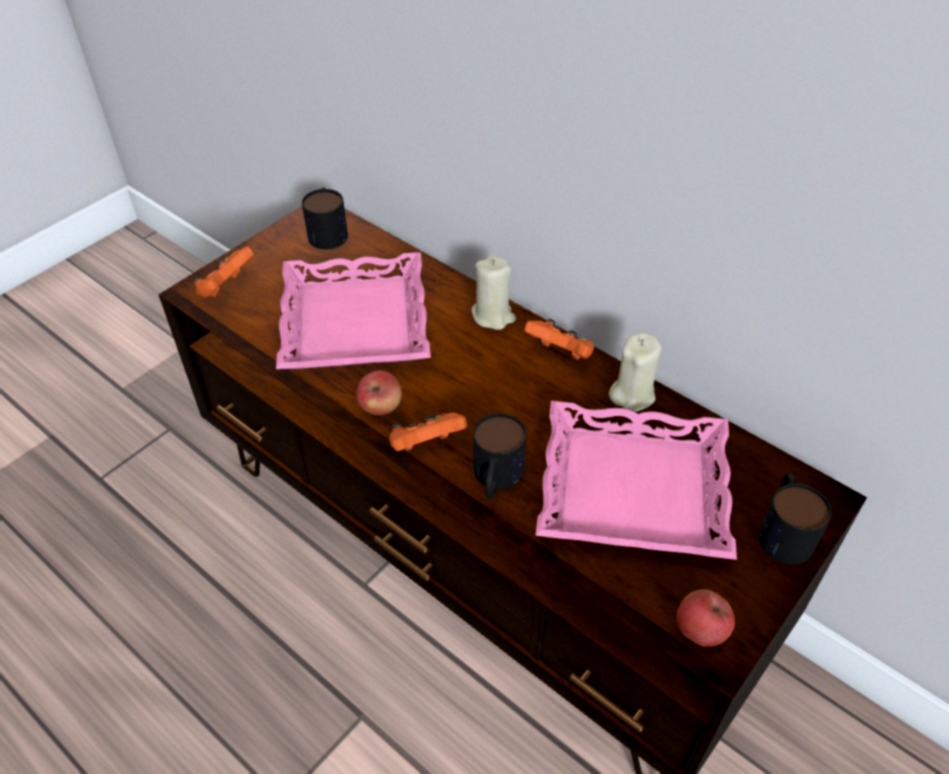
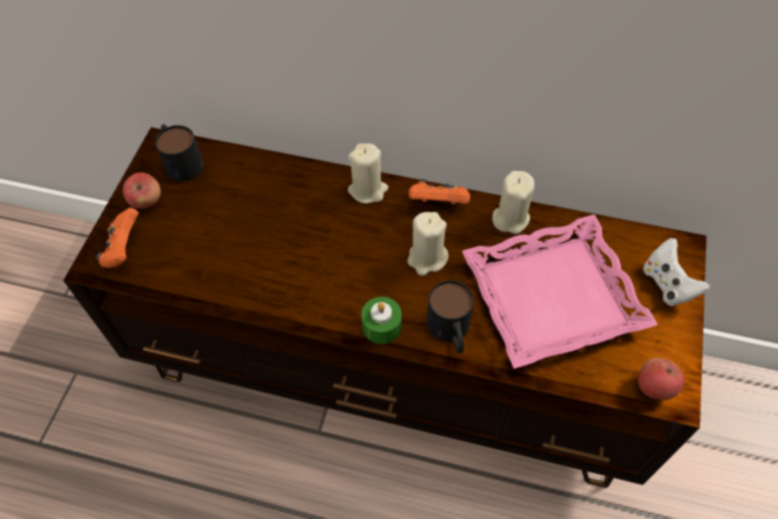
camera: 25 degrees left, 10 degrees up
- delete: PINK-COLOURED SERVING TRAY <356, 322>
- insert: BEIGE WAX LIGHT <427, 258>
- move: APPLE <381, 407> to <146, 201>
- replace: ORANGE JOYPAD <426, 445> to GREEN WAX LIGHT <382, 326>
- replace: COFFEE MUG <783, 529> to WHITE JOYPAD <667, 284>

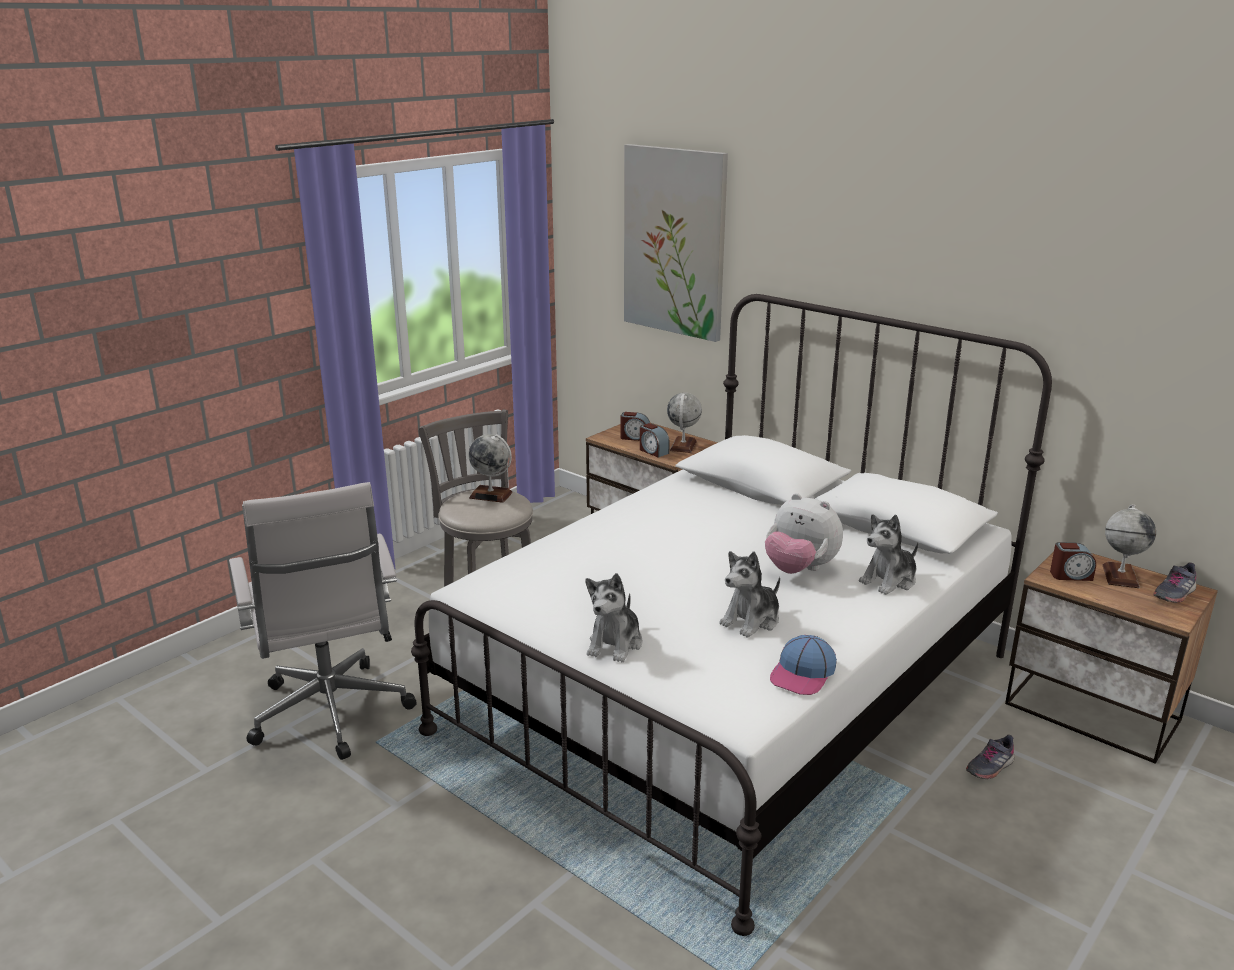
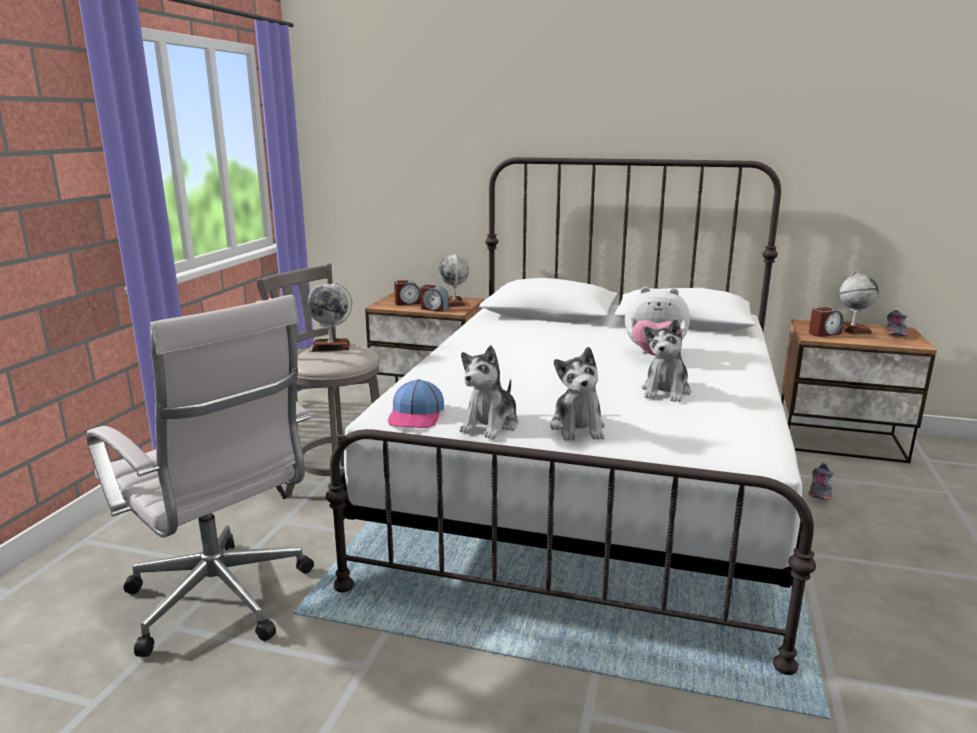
camera: 25 degrees left, 5 degrees down
- delete: PICTURE <674, 242>
- move: PEAKED CAP <803, 674> to <416, 415>
- move: PLUSH TOY <889, 581> to <491, 425>

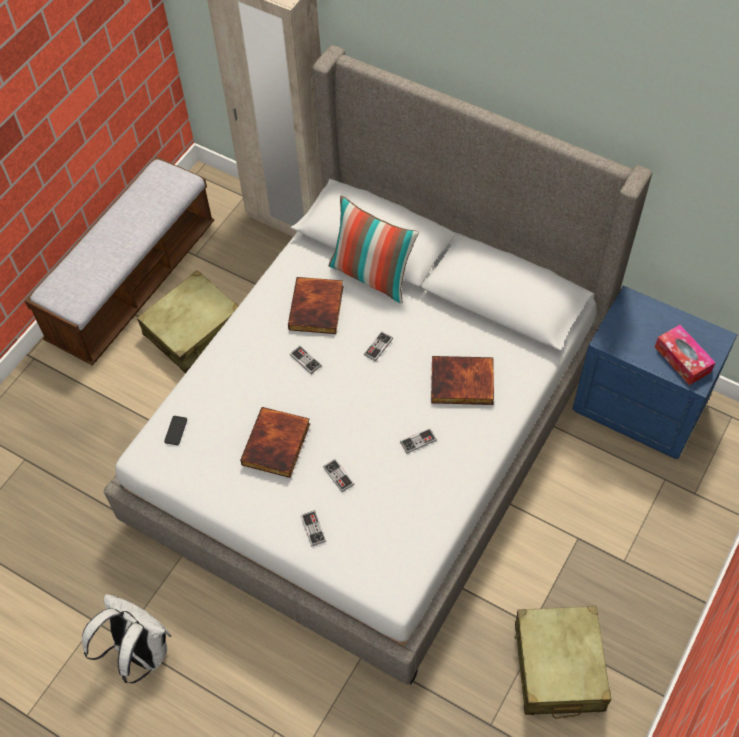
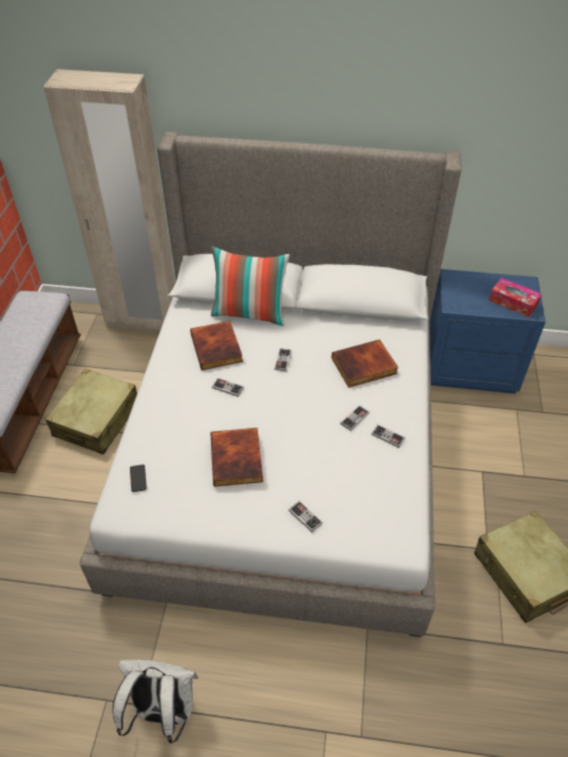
camera: 25 degrees left, 10 degrees down
- move: JOYPAD <338, 476> to <388, 436>

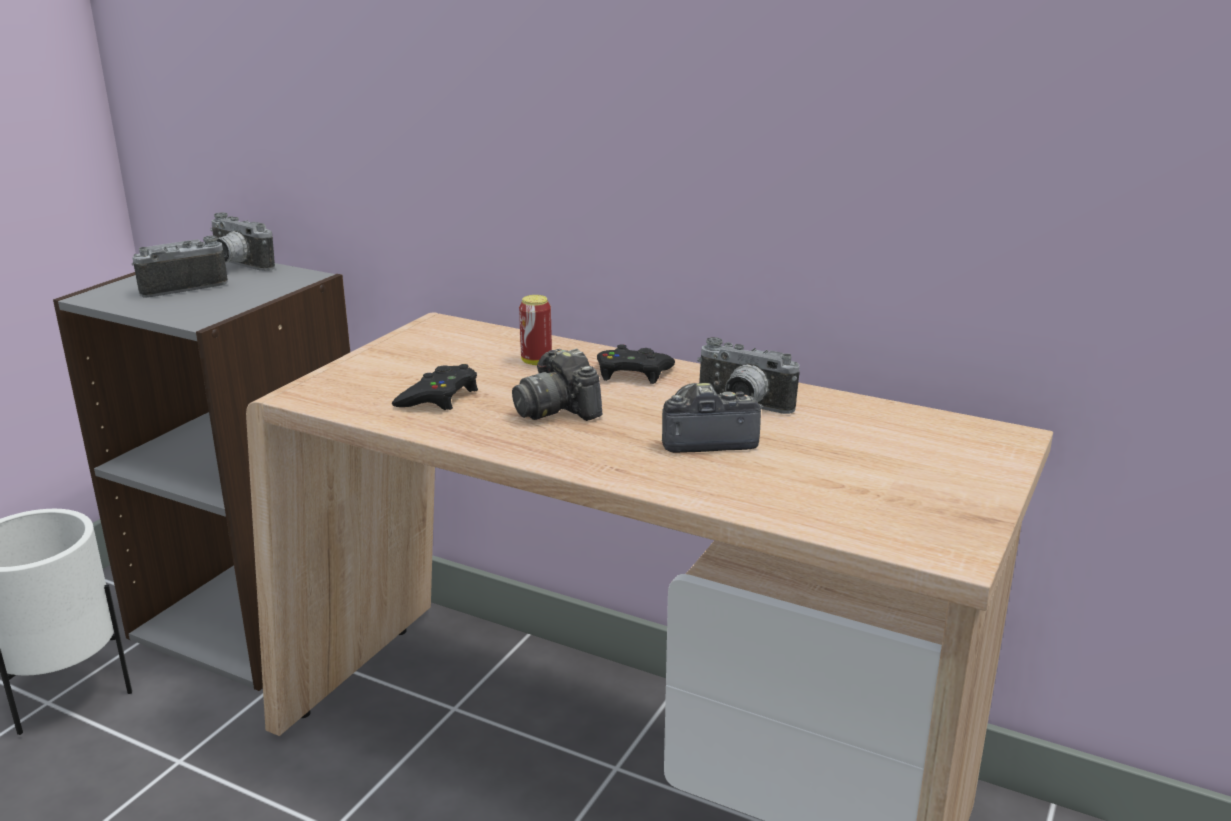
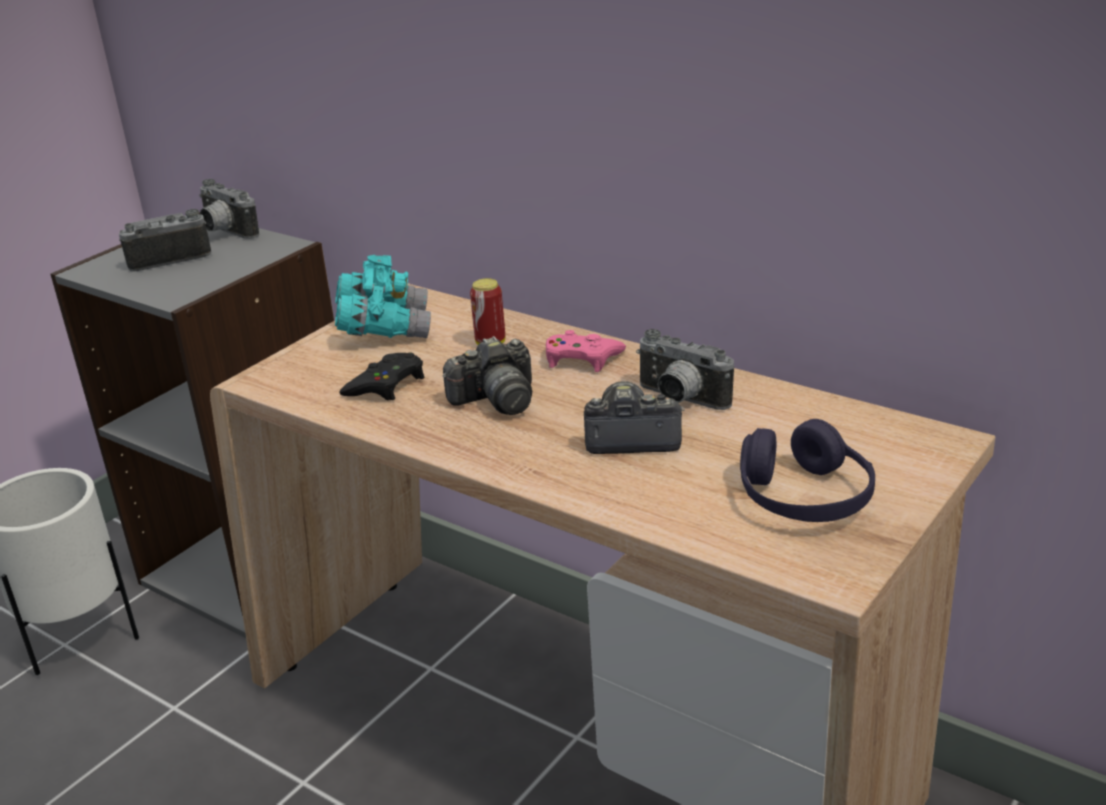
camera: 10 degrees right, 5 degrees up
- insert: TURQUOISE-COLOURED FIELD GLASSES <384, 329>
- insert: PURPLISH HEADSET <804, 497>
- recolor: BLACKISH JOYPAD <633, 373> to PINK-COLOURED JOYPAD <582, 359>
- rotate: STILL CAMERA <558, 409> = <496, 400> 90 degrees counterclockwise

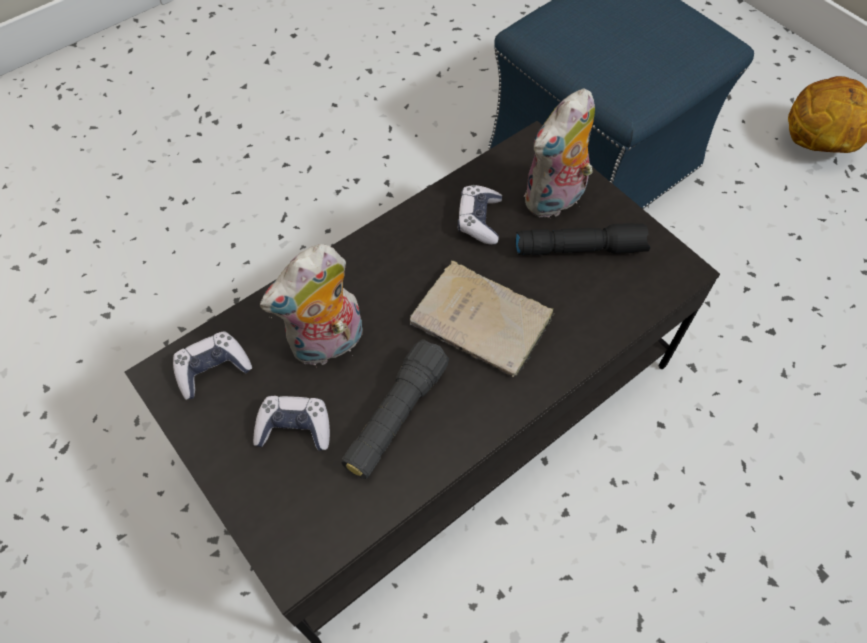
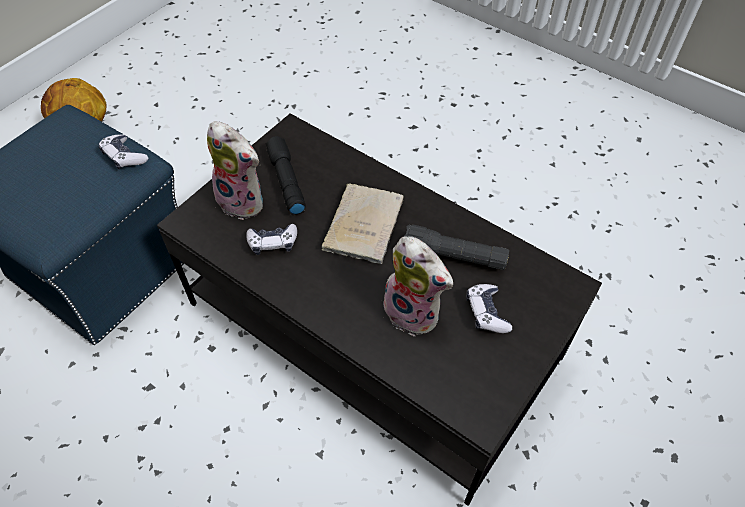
camera: 105 degrees left, 5 degrees down
- move: JOYPAD <213, 369> to <124, 157>

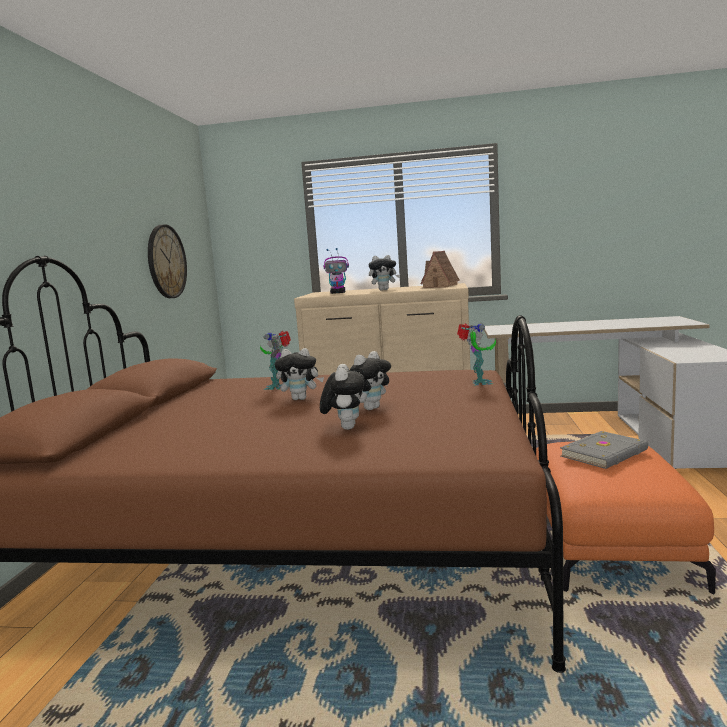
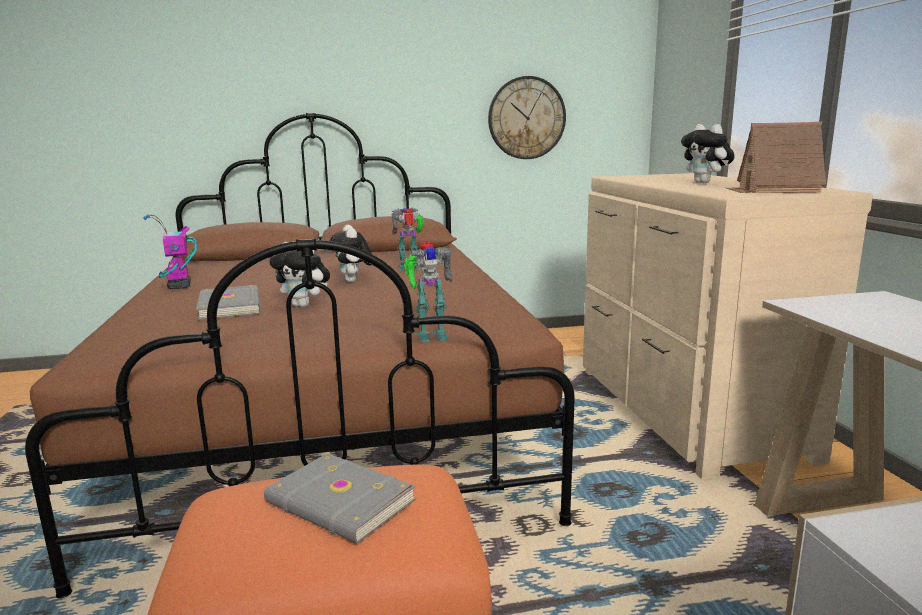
camera: 70 degrees right, 5 degrees up
- move: TOY ROBOT <338, 293> to <179, 286>
- replace: PLUSH TOY <345, 427> to GRAY VOLUME <232, 306>

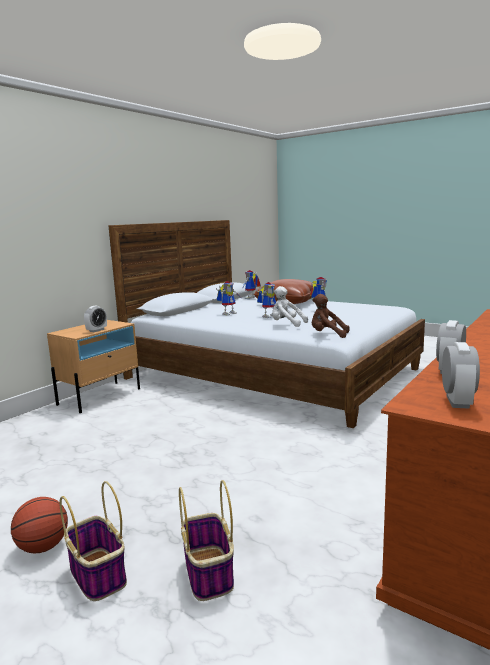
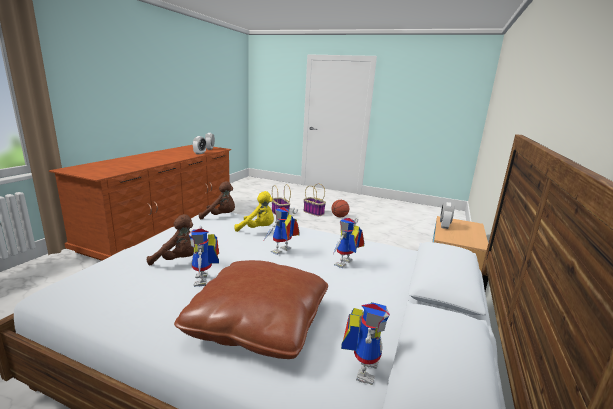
camera: 165 degrees right, 5 degrees up
- insert: BROWNISH PLUSH TOY <179, 260>
- recolor: WHITE PLUSH TOY <286, 324> to YELLOW PLUSH TOY <258, 229>

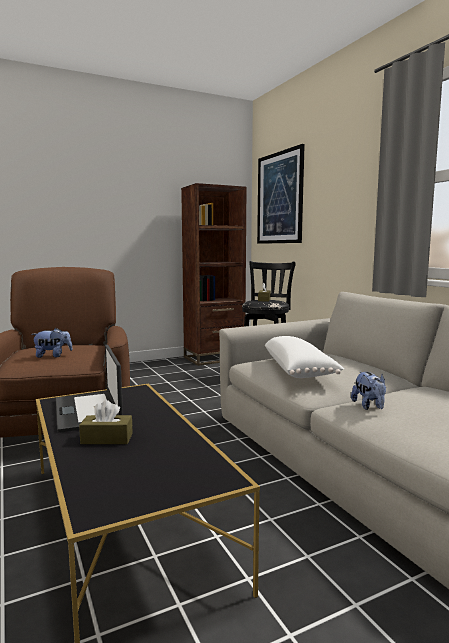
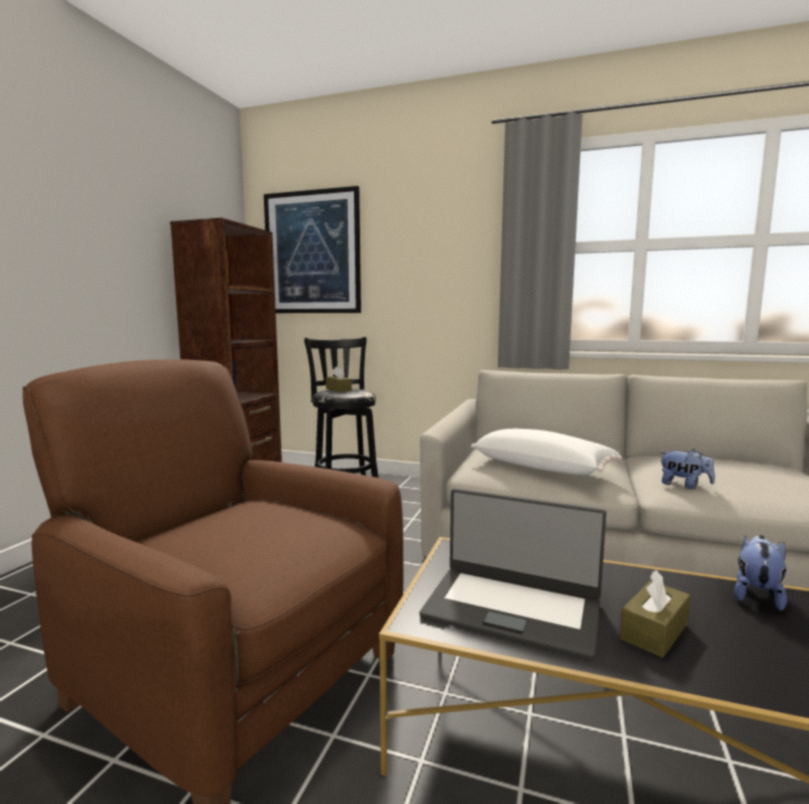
camera: 45 degrees left, 0 degrees up
- move: PLUSH TOY <53, 356> to <757, 595>

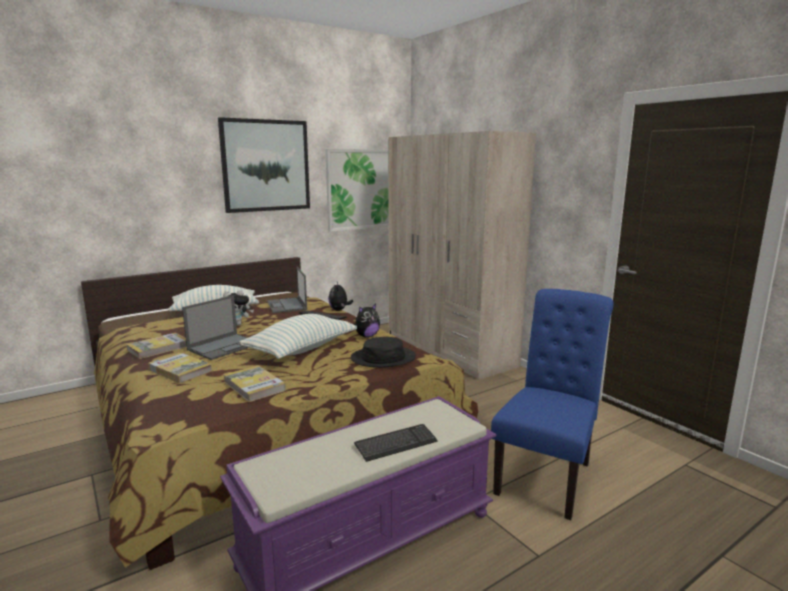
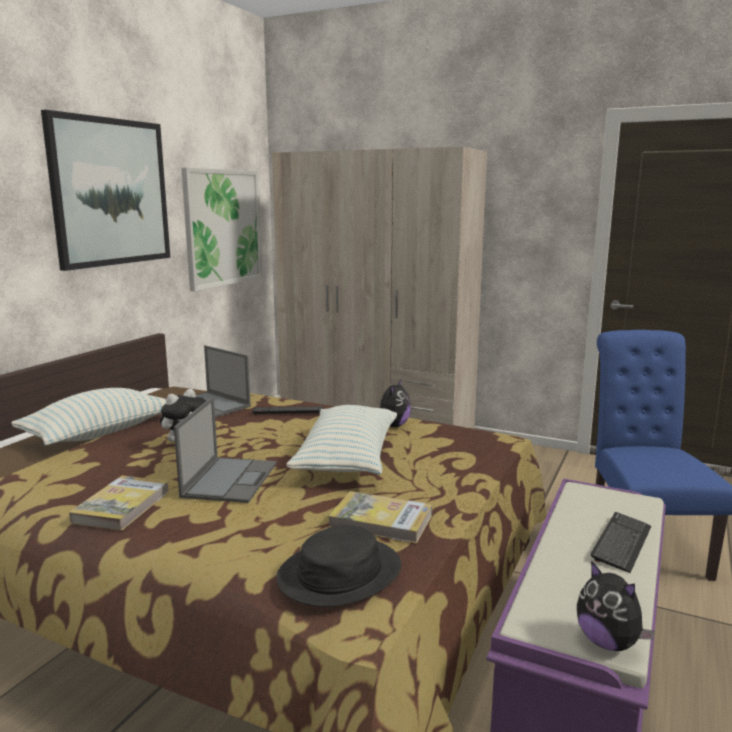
camera: 30 degrees left, 0 degrees up
- delete: VOLUME <180, 370>
- move: PLUSH TOY <339, 310> to <608, 642>
- move: BLACKISH HAT <383, 358> to <339, 573>

